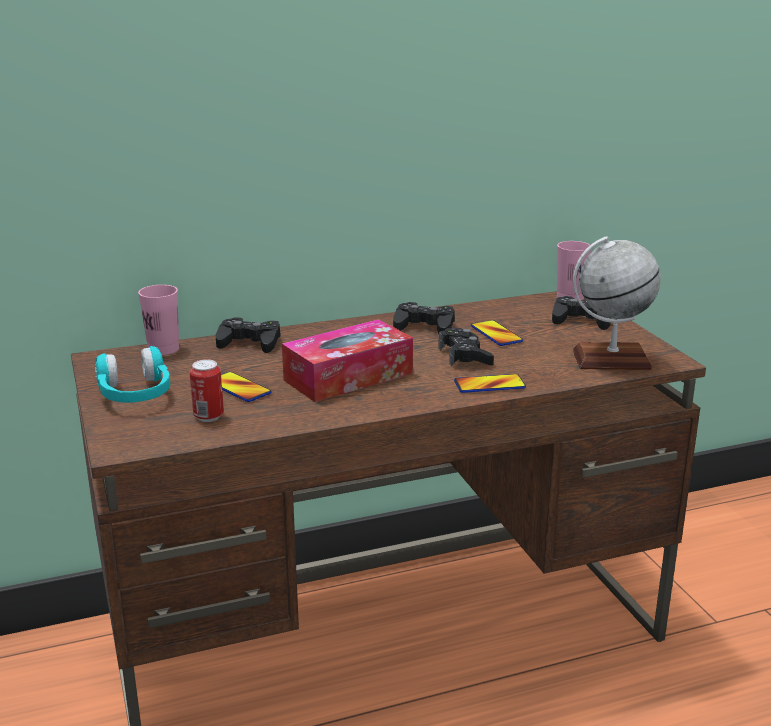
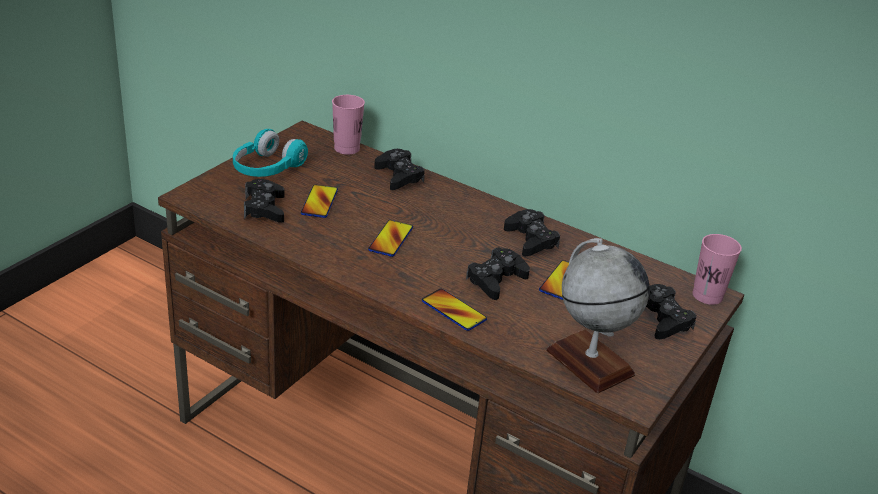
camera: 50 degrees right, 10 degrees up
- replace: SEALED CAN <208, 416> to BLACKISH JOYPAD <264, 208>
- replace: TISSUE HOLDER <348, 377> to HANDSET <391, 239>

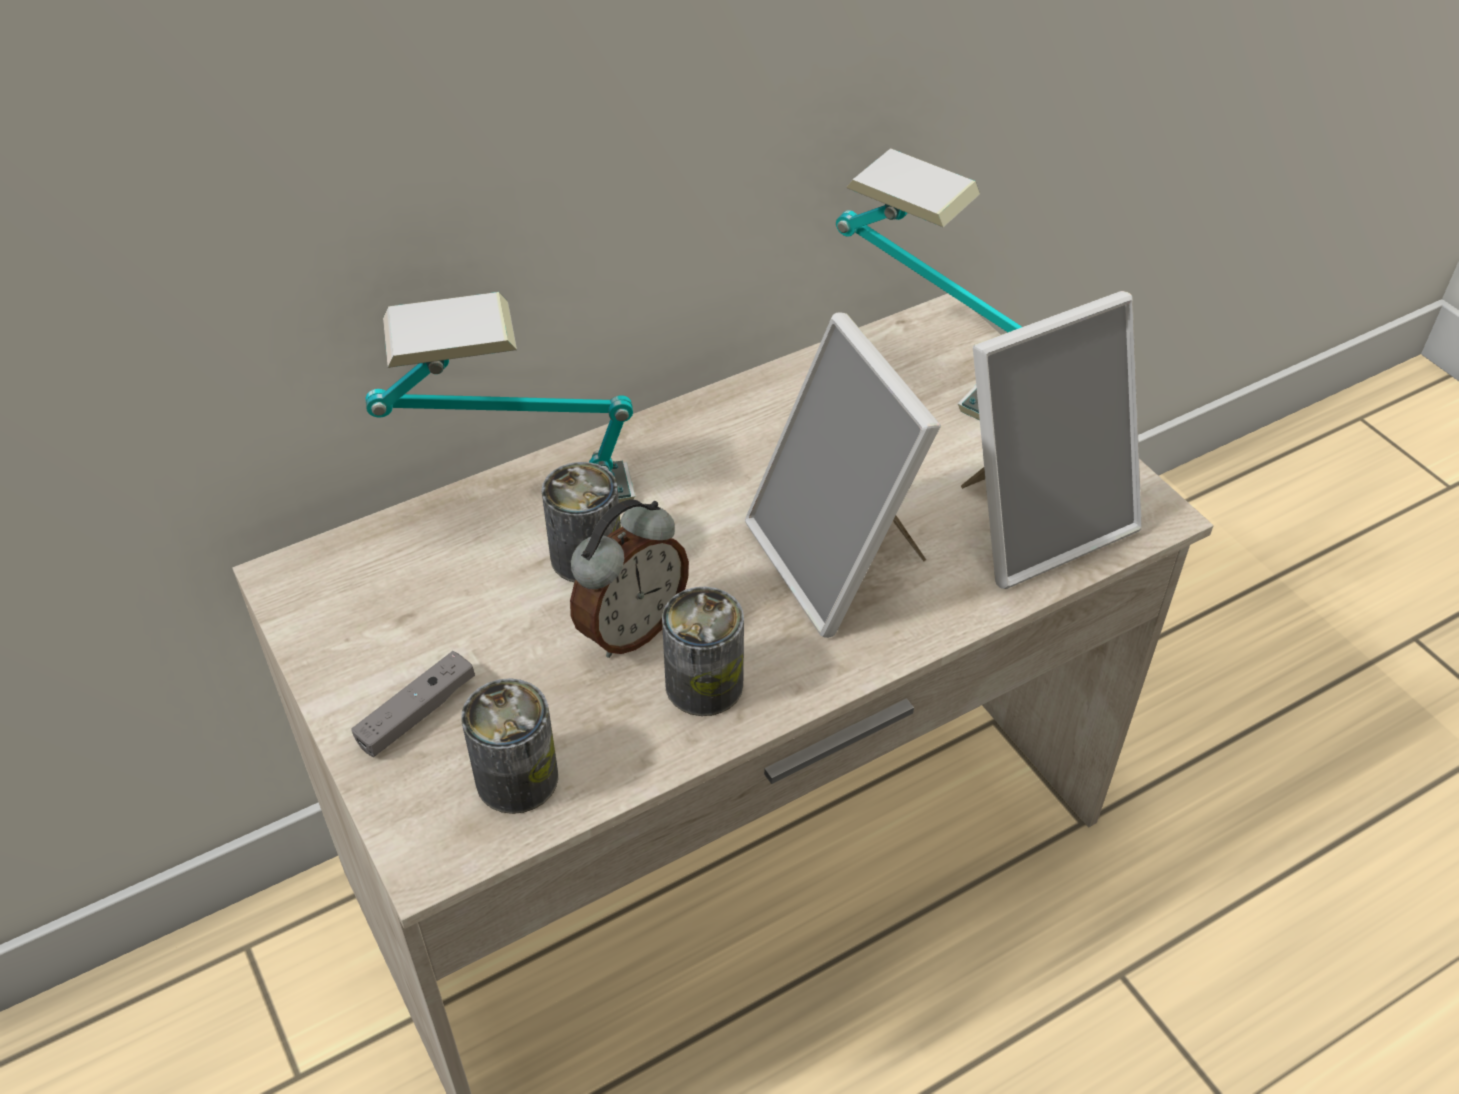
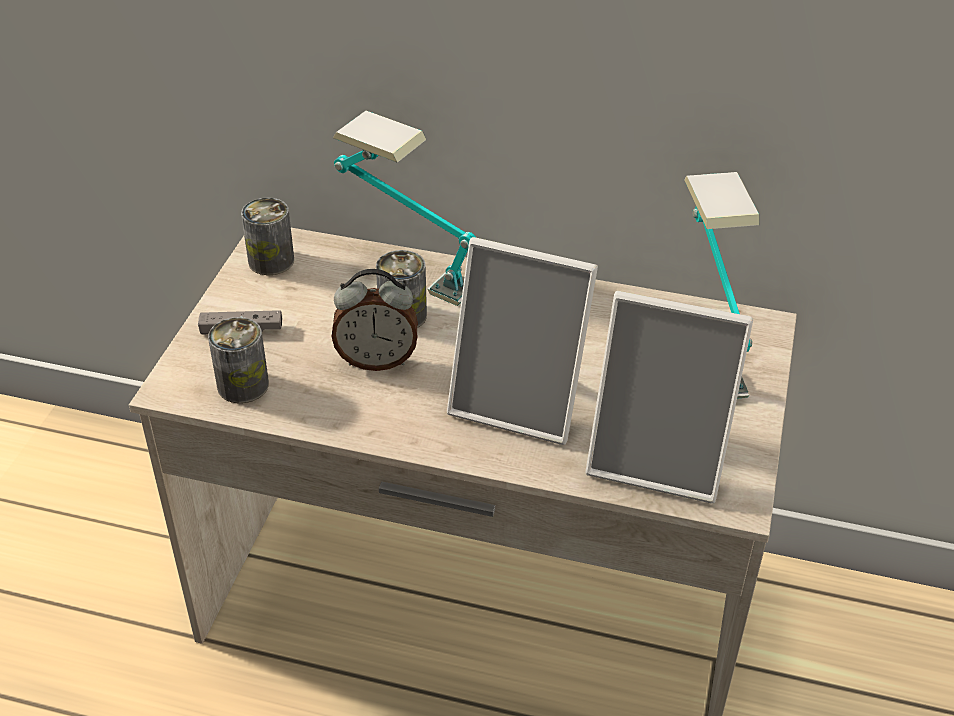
camera: 45 degrees right, 5 degrees down
- move: SEALED CAN <704, 684> to <271, 261>
- rotate: PICTURE FRAME <840, 561> = <520, 401> 90 degrees counterclockwise

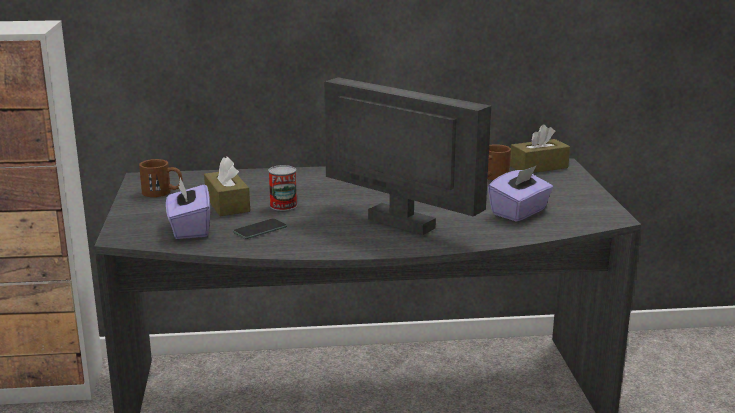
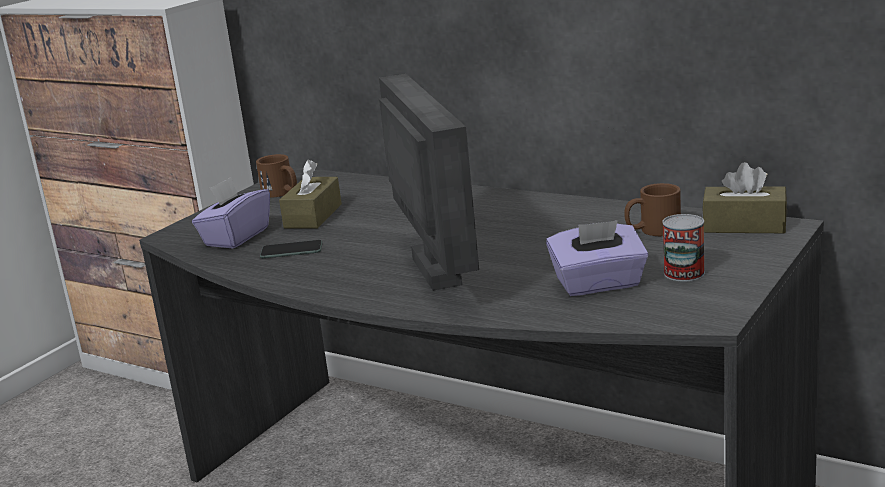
camera: 40 degrees right, 0 degrees up
- move: SEALED CAN <283, 205> to <684, 273>

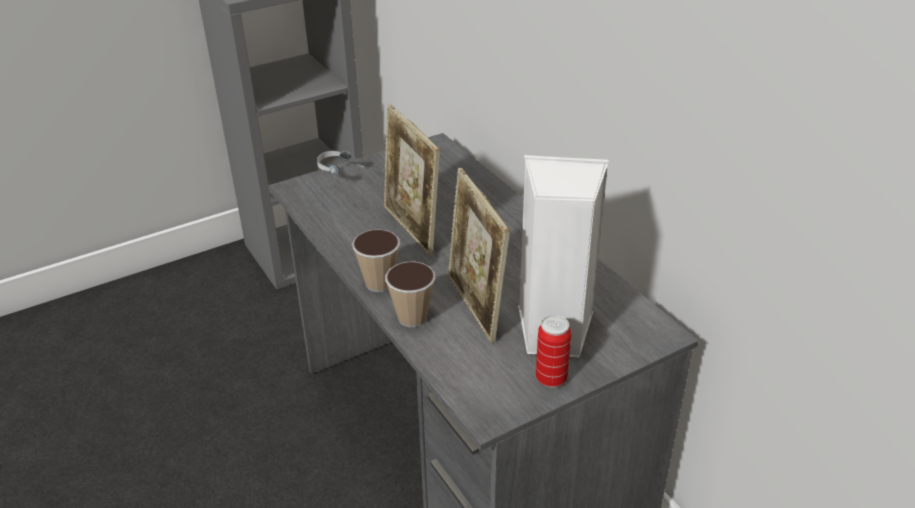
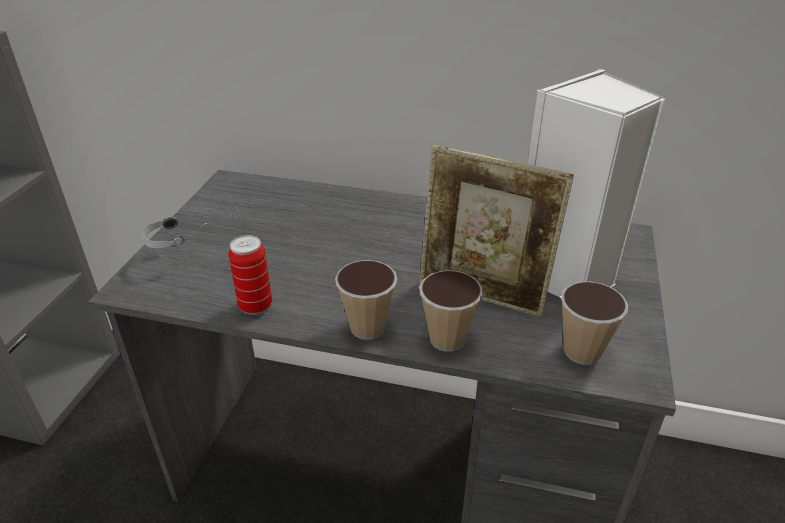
camera: 45 degrees left, 0 degrees up
- delete: PICTURE FRAME <412, 229>
- insert: CUP <582, 352>
- move: SEALED CAN <551, 379> to <255, 306>

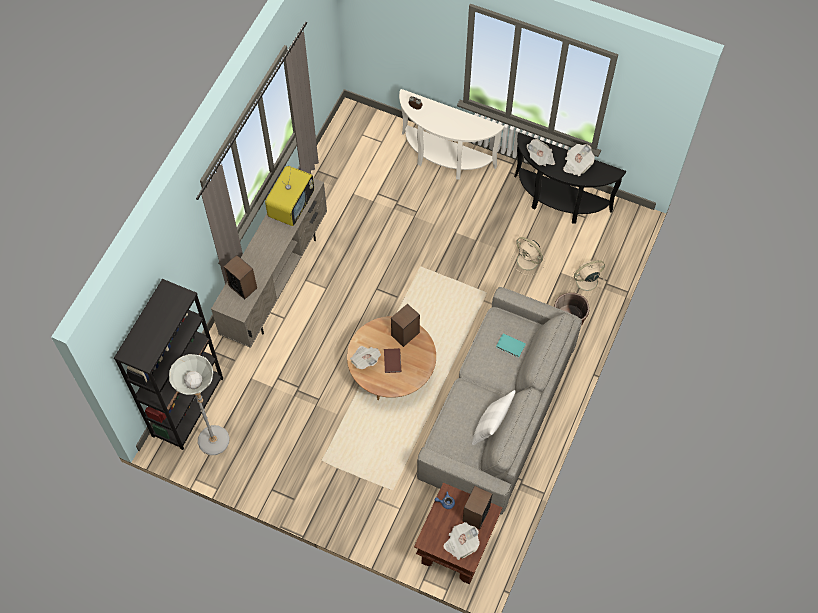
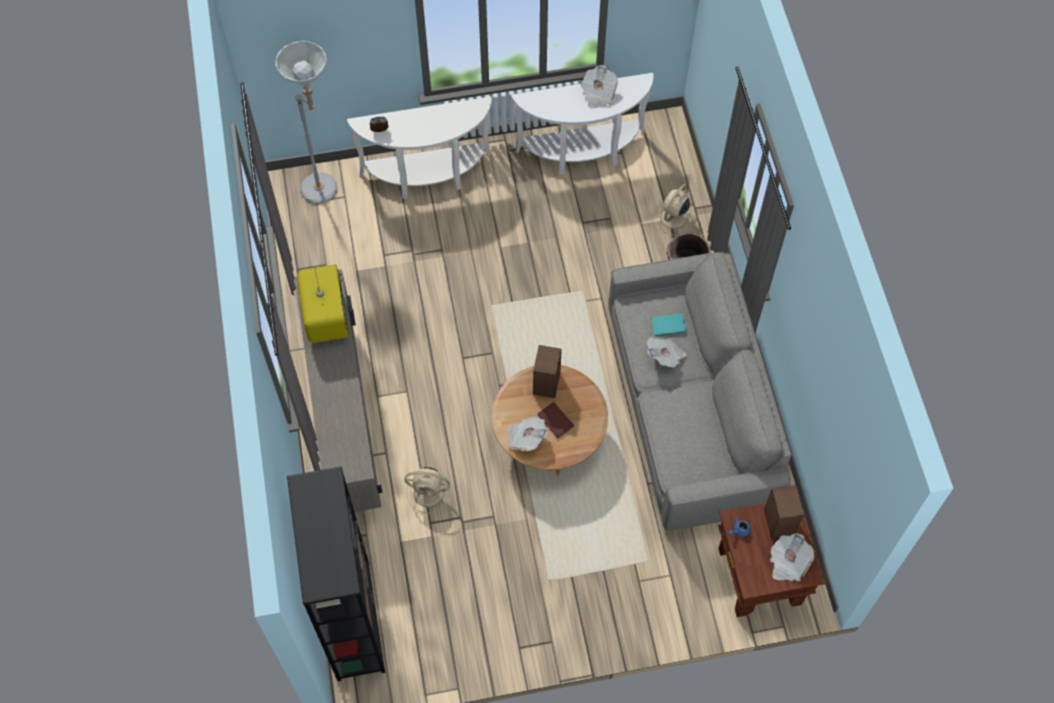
camera: 35 degrees left, 0 degrees up
- delete: SPEAKER <243, 286>
- delete: WHITE THROW PILLOW <491, 427>
- move: GRAY STANDING LAMP <217, 446> to <326, 191>
- move: BEIGE ELECTRIC FAN <528, 261> to <430, 493>
- move: DAILY PAPER <540, 158> to <665, 356>
- recolor: BLACKISH CONSOLE TABLE <558, 203> to WHITE CONSOLE TABLE <583, 153>

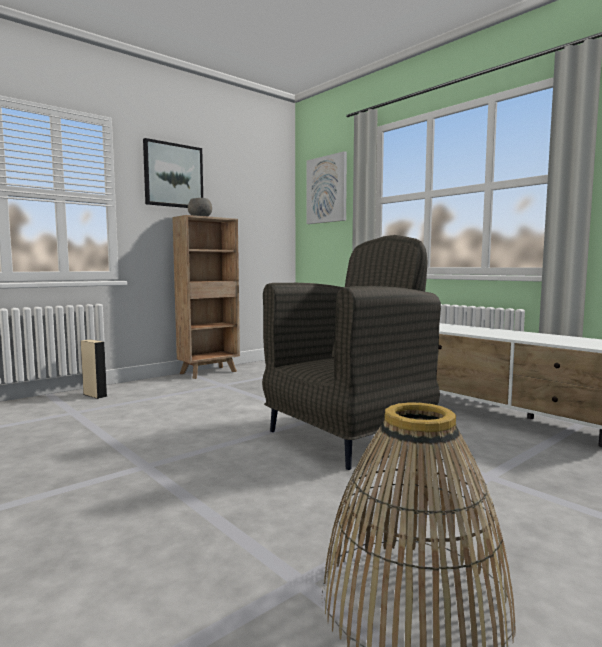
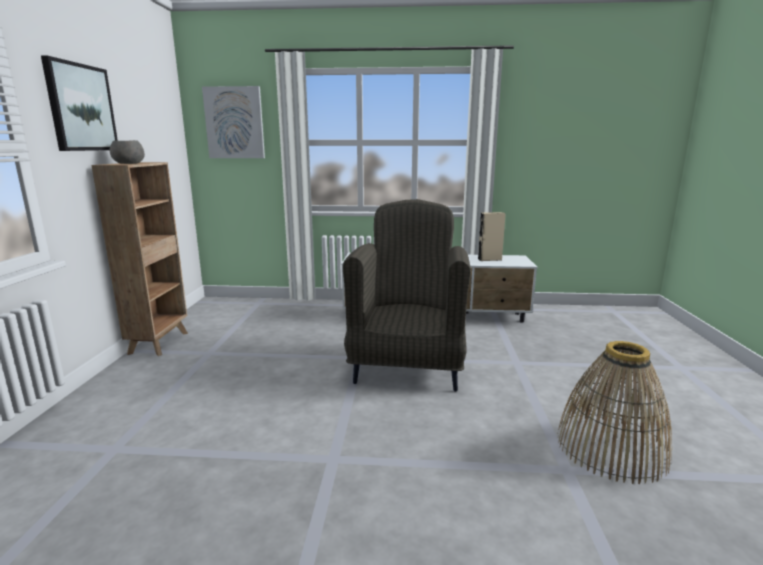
camera: 45 degrees left, 10 degrees up
- move: BEIGE SPEAKER <95, 395> to <489, 259>

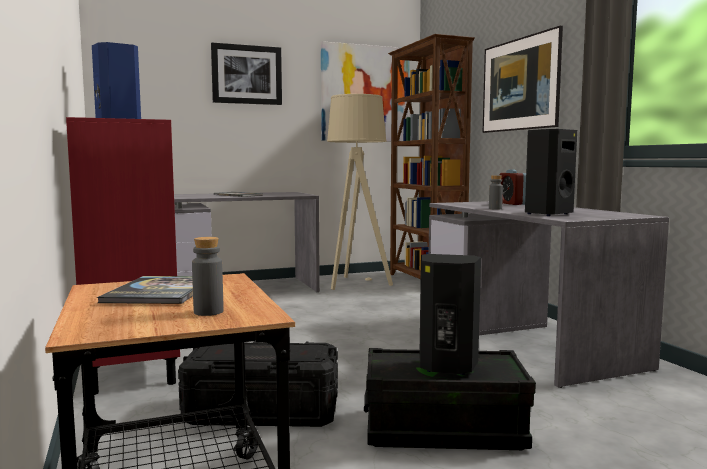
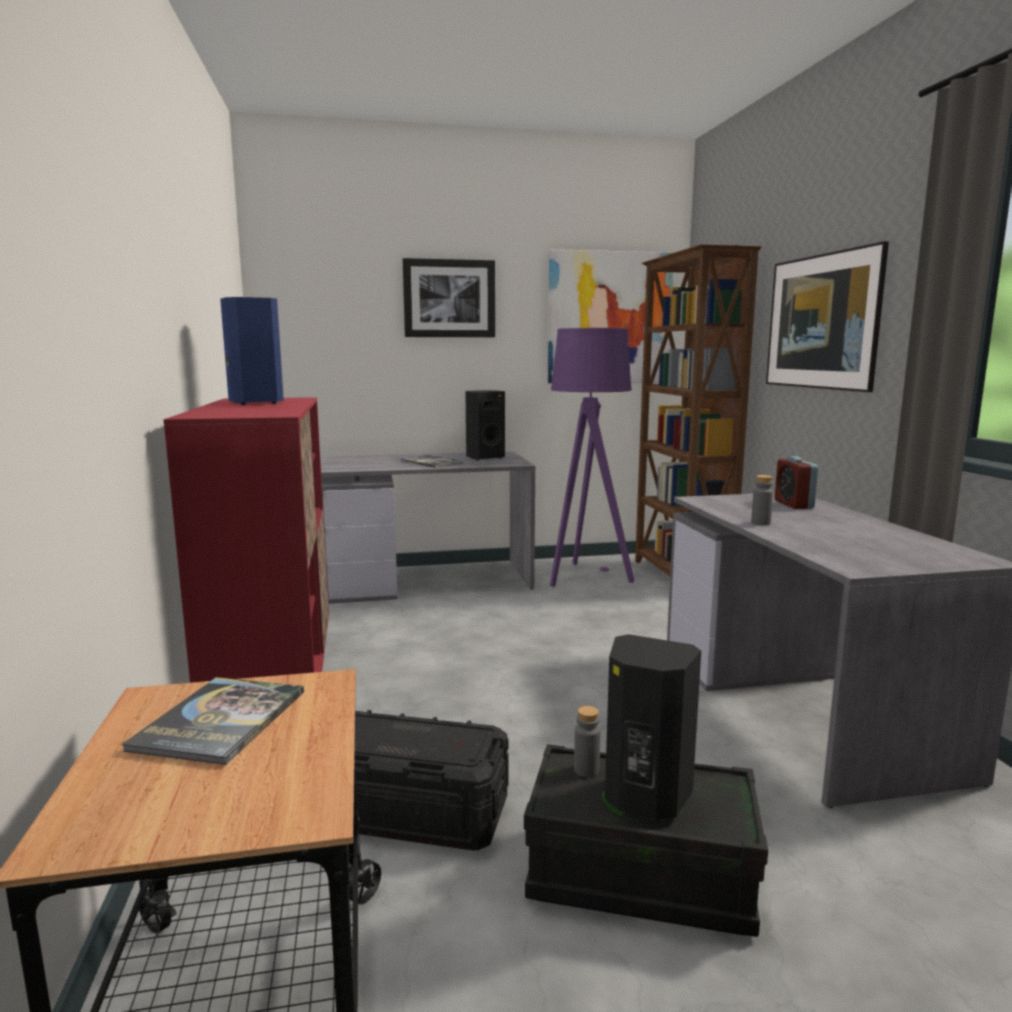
camera: 10 degrees right, 5 degrees up
- move: GRAY BOTTLE <208, 312> to <586, 770>
- move: BLACKISH SPEAKER <546, 214> to <484, 458>
- recolor: BEIGE STANDING LAMP <356, 284> to PURPLISH STANDING LAMP <586, 577>

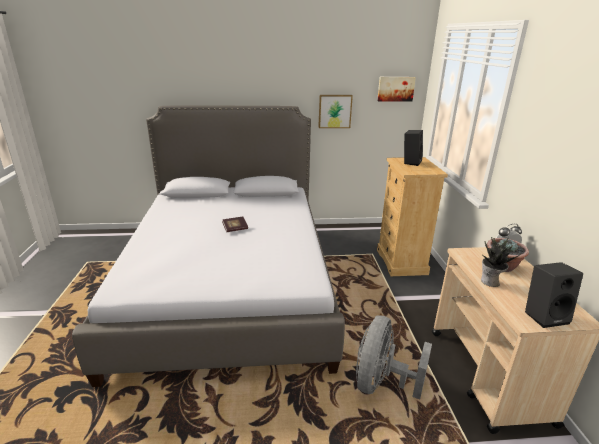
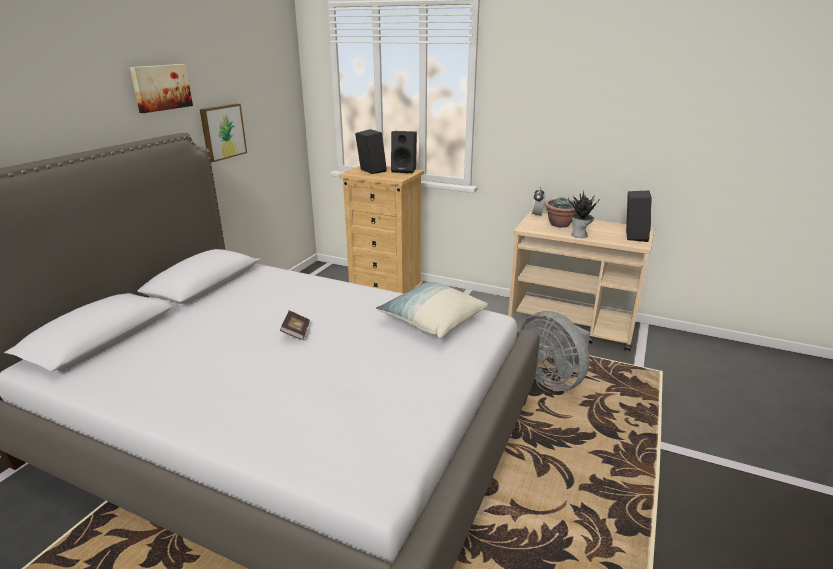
camera: 60 degrees left, 0 degrees up
- insert: THROW PILLOW <432, 321>
- insert: BLACKISH SPEAKER <405, 170>
- move: PICTURE <395, 89> to <161, 87>

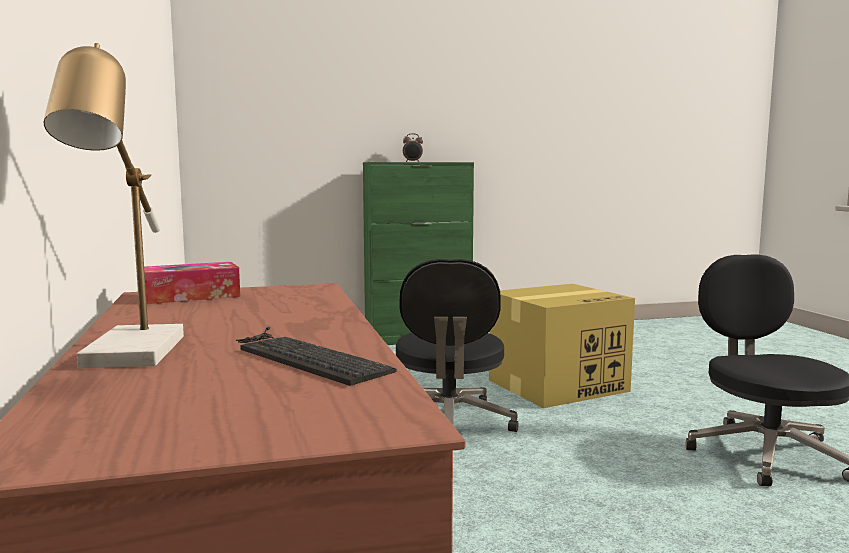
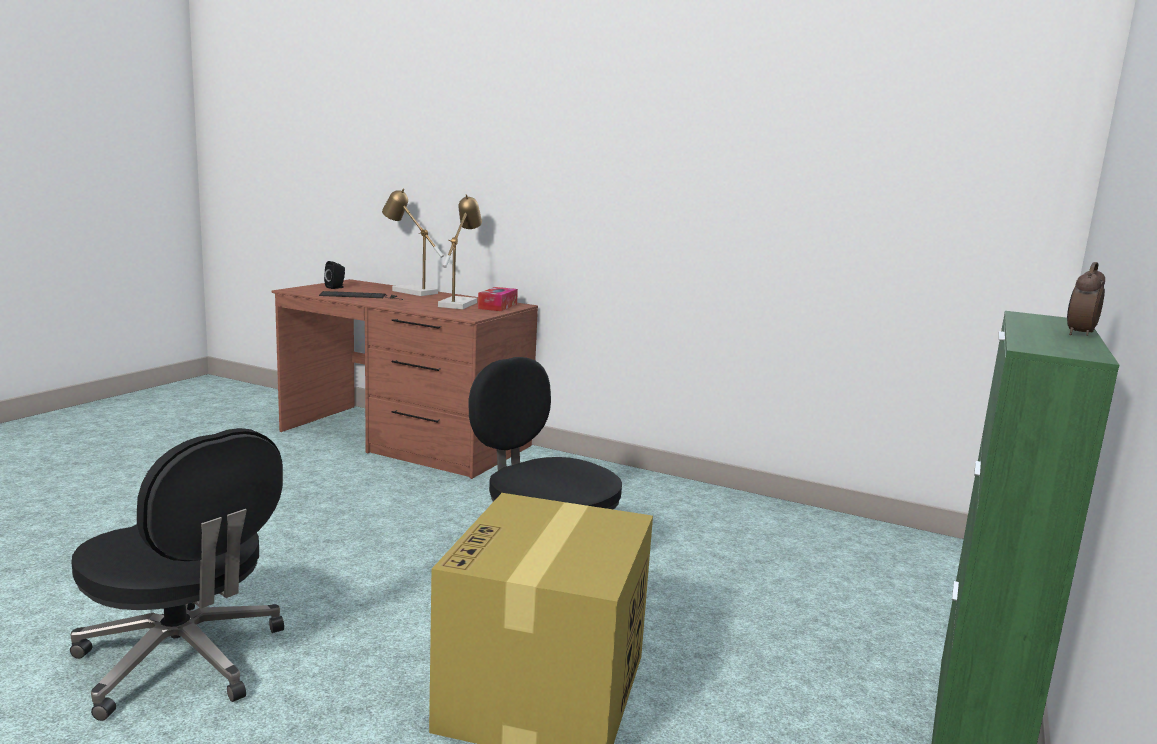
camera: 130 degrees right, 5 degrees up
- insert: BLACKISH SPEAKER <336, 287>
- insert: TABLETOP LAMP <459, 304>

